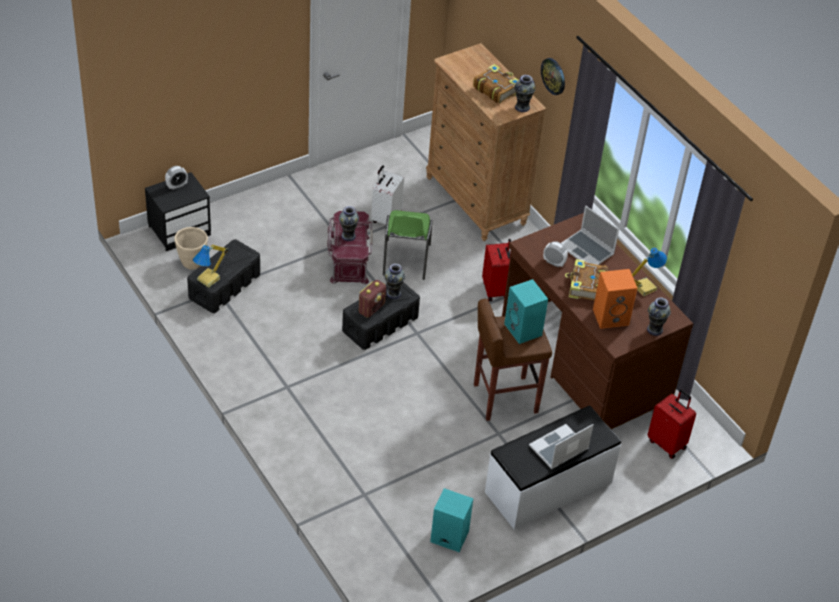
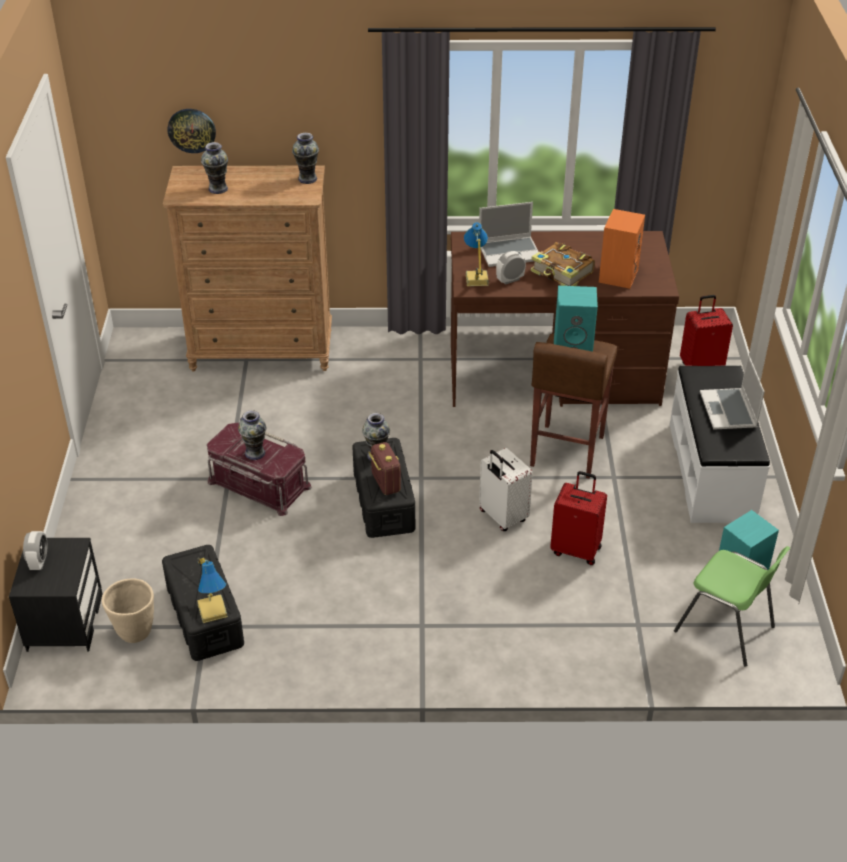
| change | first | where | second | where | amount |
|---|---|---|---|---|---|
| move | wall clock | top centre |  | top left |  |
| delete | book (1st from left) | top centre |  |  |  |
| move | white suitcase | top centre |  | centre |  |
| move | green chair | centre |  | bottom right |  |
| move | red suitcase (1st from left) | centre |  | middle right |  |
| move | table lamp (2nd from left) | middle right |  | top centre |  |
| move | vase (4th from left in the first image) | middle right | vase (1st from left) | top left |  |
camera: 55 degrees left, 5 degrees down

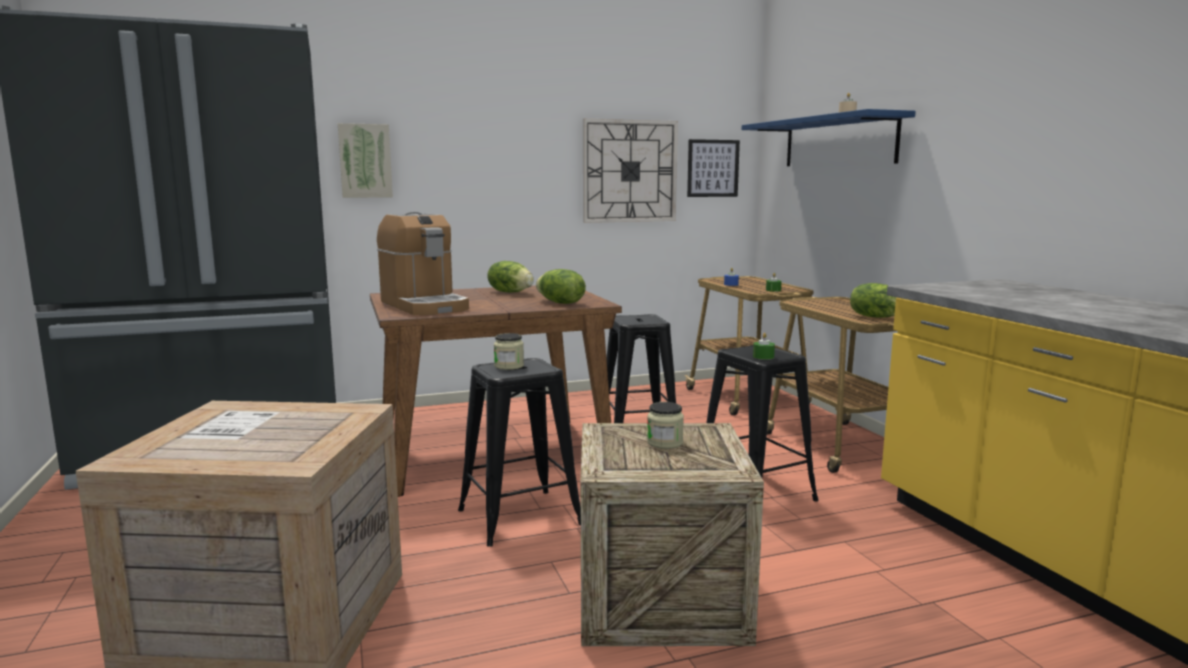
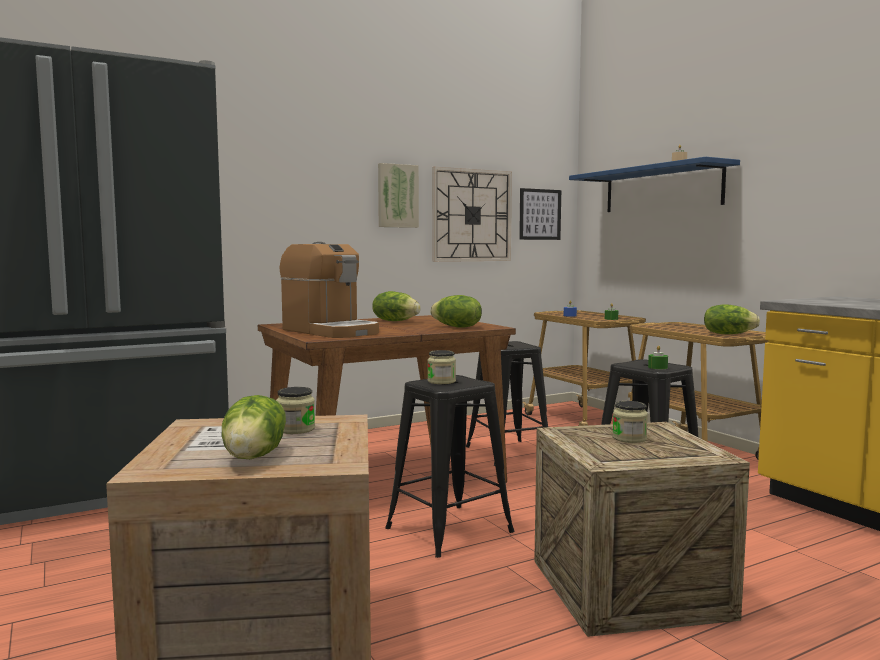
| change | first | where | second | where | amount |
|---|---|---|---|---|---|
| move | picture (1st from left) | top left |  | top centre |  |
| insert |  |  | jar (1st from left) | centre |  |
| insert |  |  | lettuce (1st from left) | middle left |  |
camera: 10 degrees left, 5 degrees down

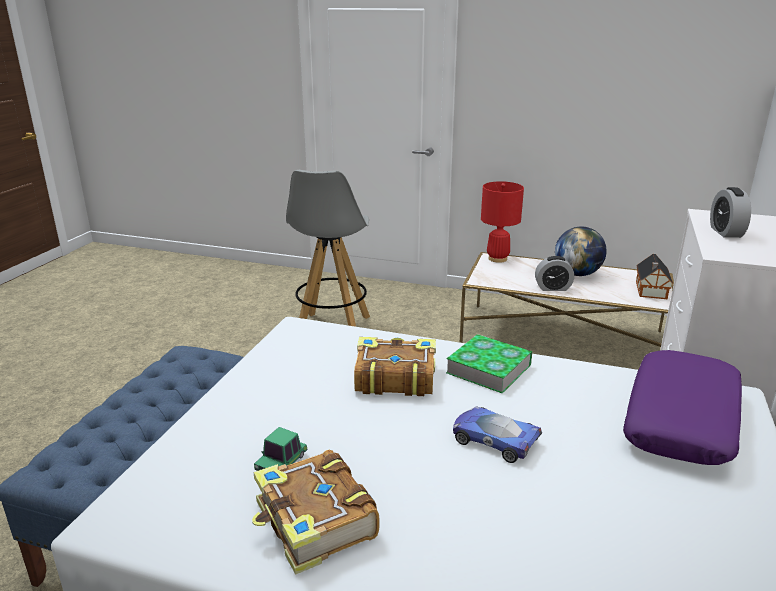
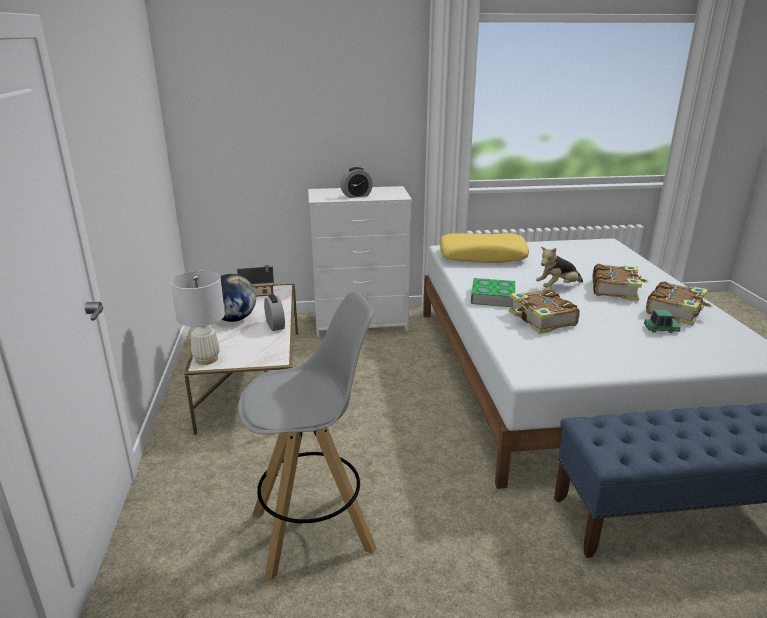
| change | first | where | second | where | amount |
|---|---|---|---|---|---|
| recolor | red table lamp | centre | white table lamp | middle left |  |
| recolor | purple pillow | bottom right | yellow pillow | centre |  |
| replace | toy car (2nd from left) | bottom centre | plush toy | middle right |  |
| insert |  |  | book (3rd from left) | middle right |  |
camera: 115 degrees left, 0 degrees up

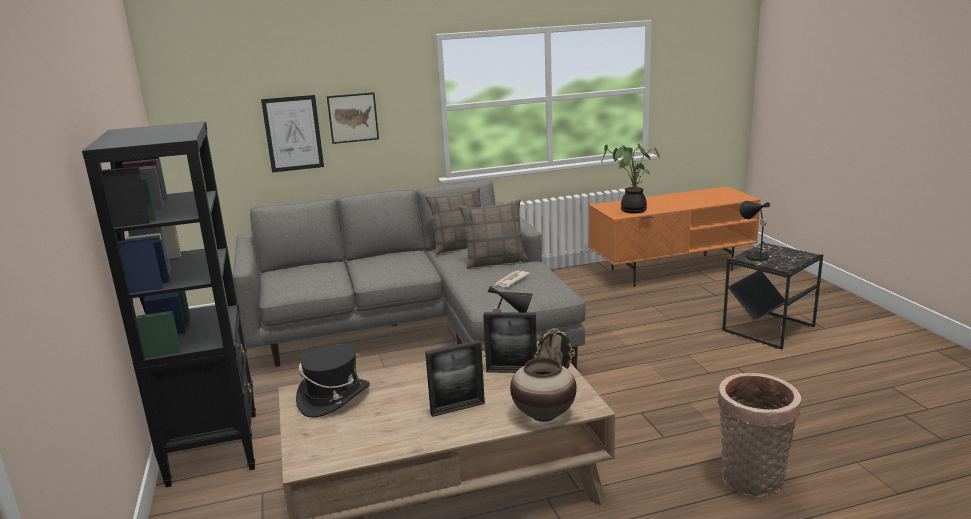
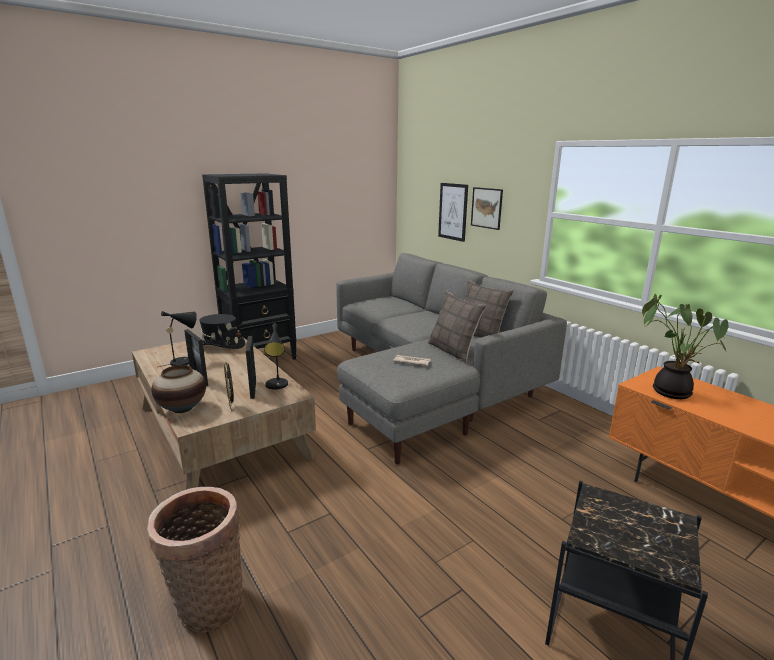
| change | first | where | second | where | amount |
|---|---|---|---|---|---|
| move | black table lamp (2nd from left in the first image) | middle right | black table lamp (1st from left) | middle left |  |
camera: 70 degrees right, 0 degrees up

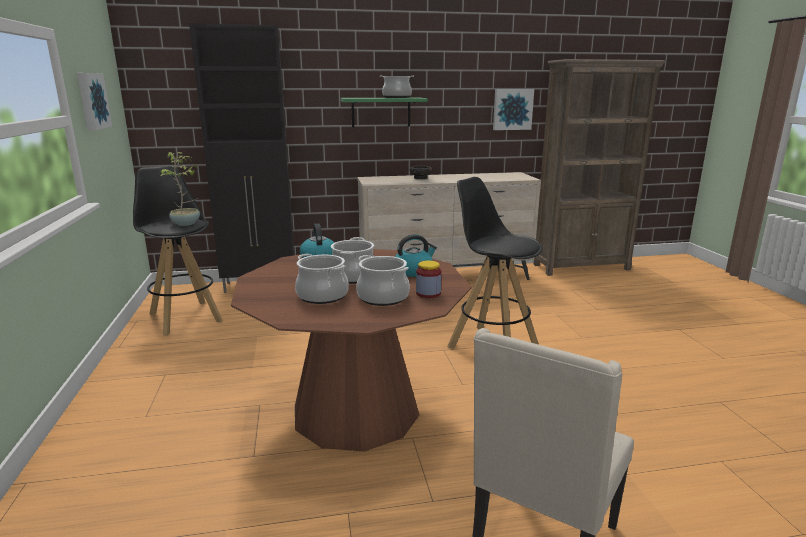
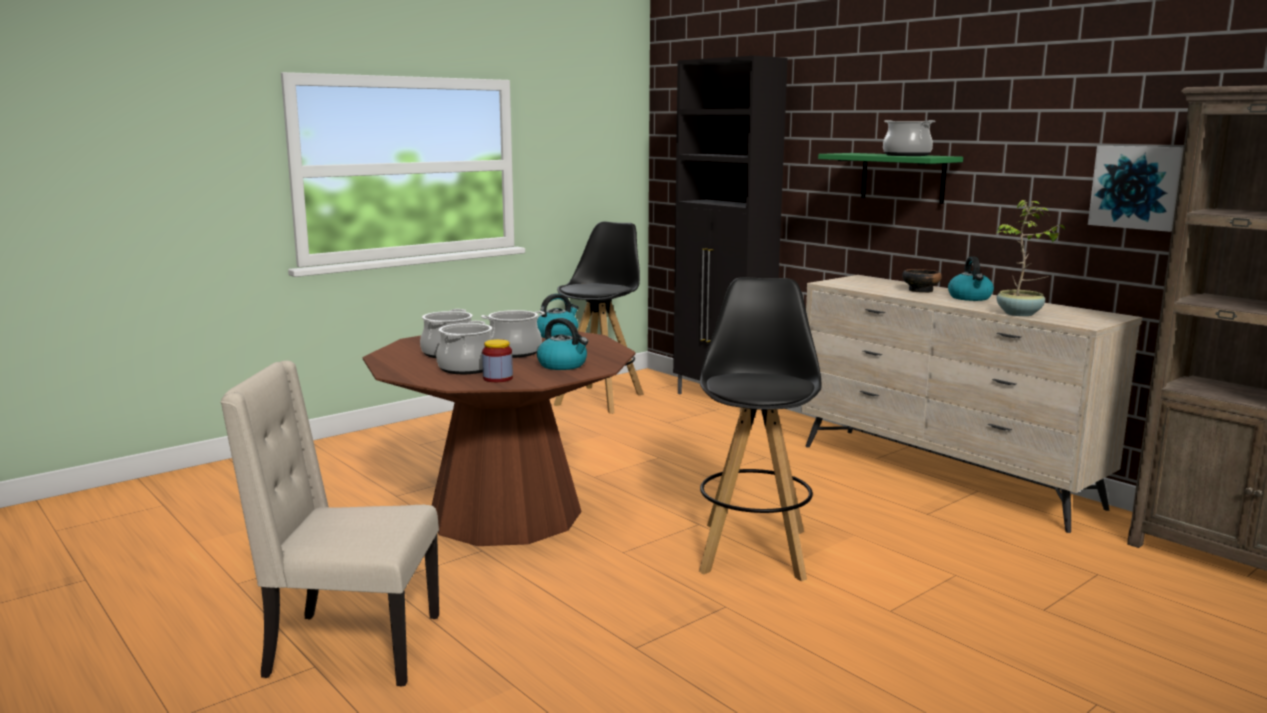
| change | first | where | second | where | amount |
|---|---|---|---|---|---|
| delete | picture (1st from left) | top left |  |  |  |
| move | potted plant | middle left |  | middle right |  |
| insert |  |  | kettle (3rd from left) | middle right |  |
camera: 60 degrees right, 5 degrees down

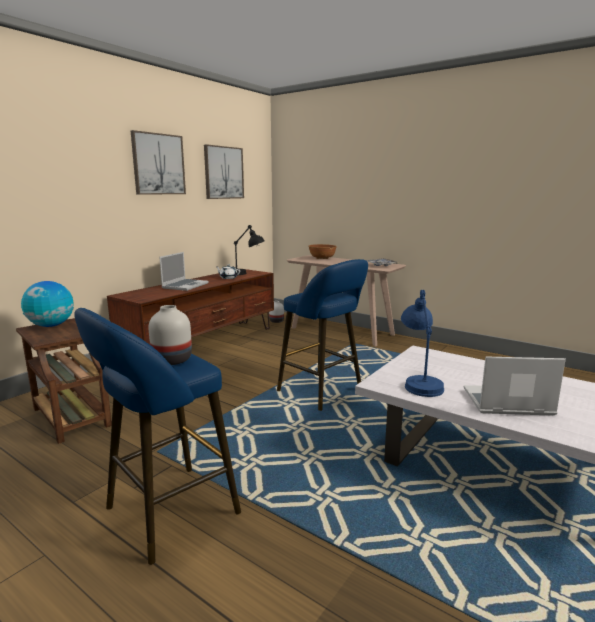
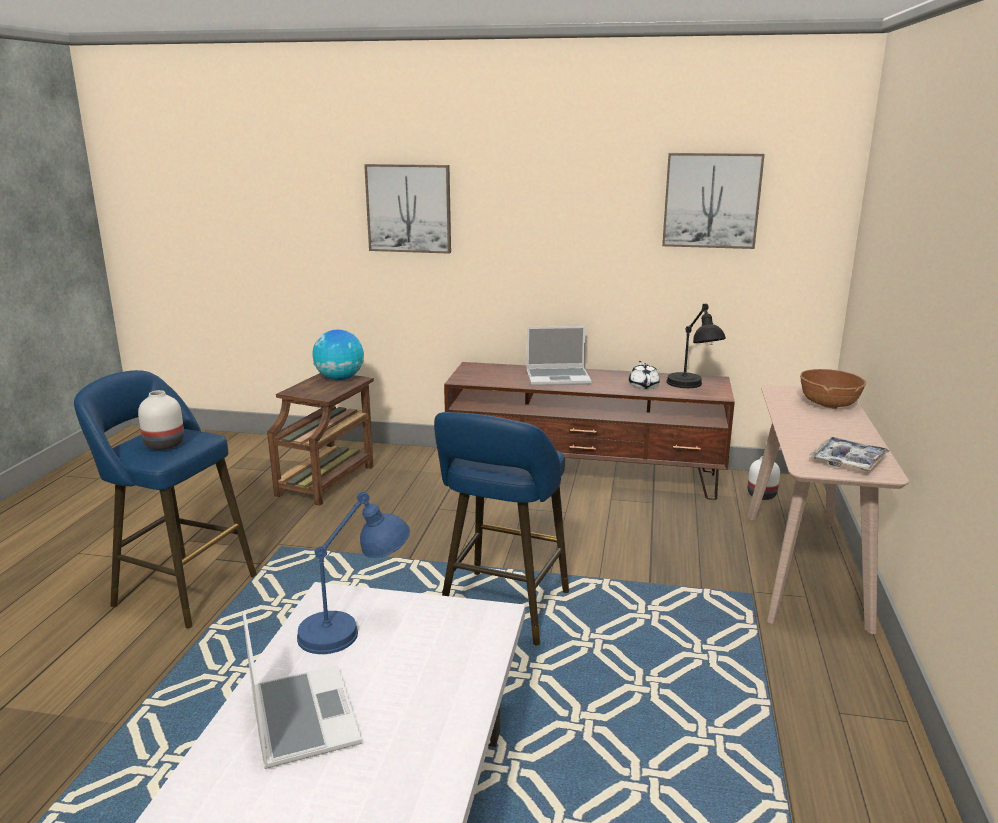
| change | first | where | second | where | amount |
|---|---|---|---|---|---|
| move | picture (1st from left) | top left |  | top centre |  |
camera: 65 degrees right, 5 degrees up

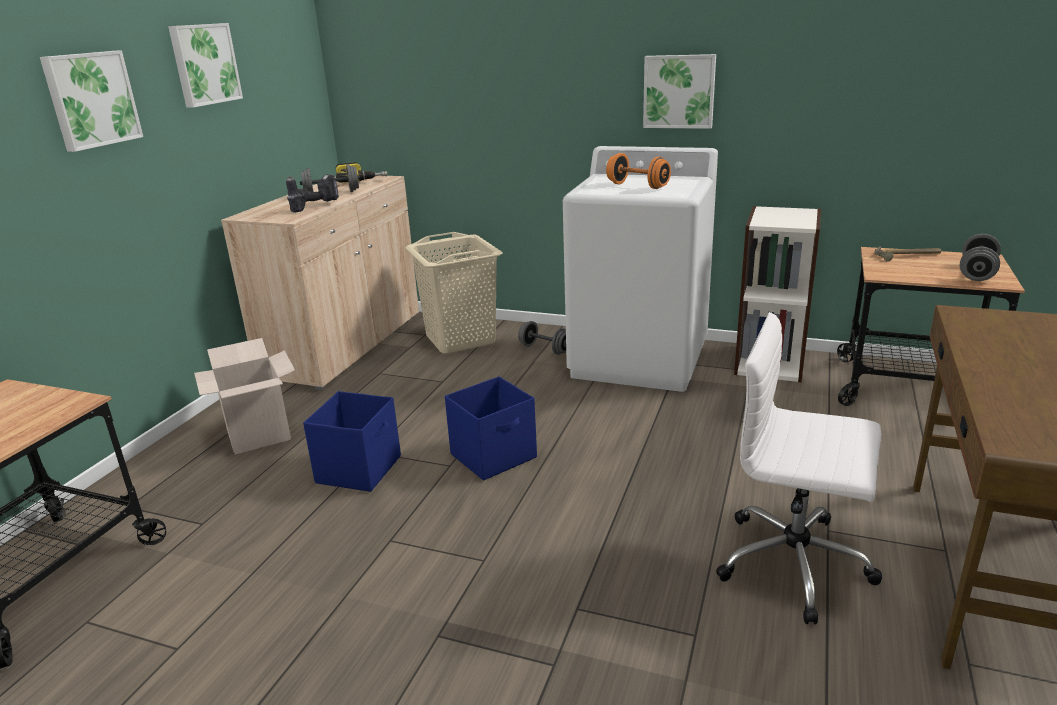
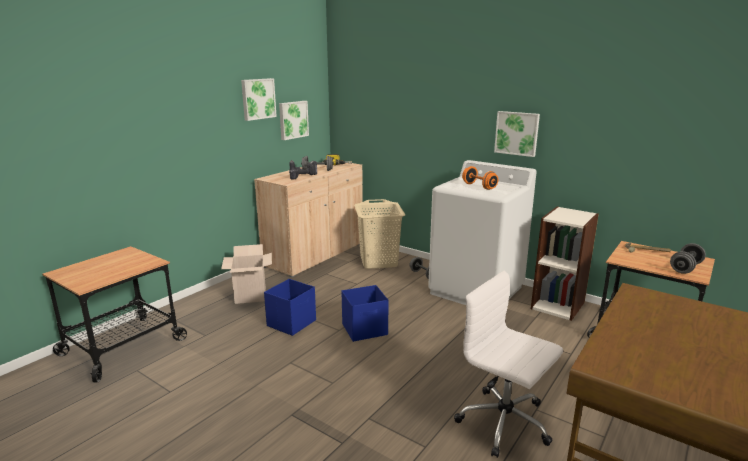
| change | first | where | second | where | amount |
|---|---|---|---|---|---|
| move | picture (1st from left in the first image) | top left | picture (2nd from left) | top centre |  |
camera: 15 degrees right, 5 degrees down

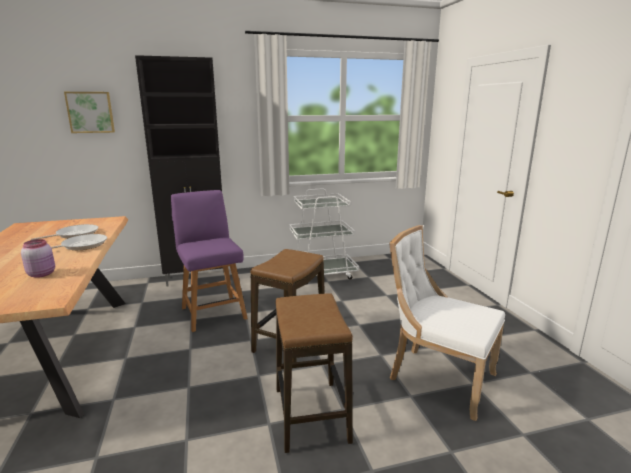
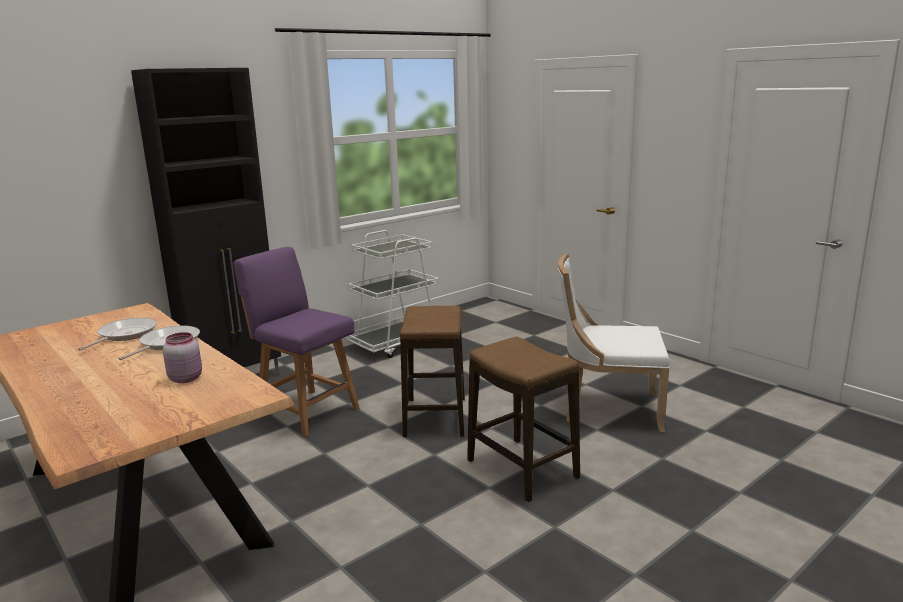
| change | first | where | second | where | amount |
|---|---|---|---|---|---|
| delete | picture | top left |  |  |  |
camera: 25 degrees left, 0 degrees up

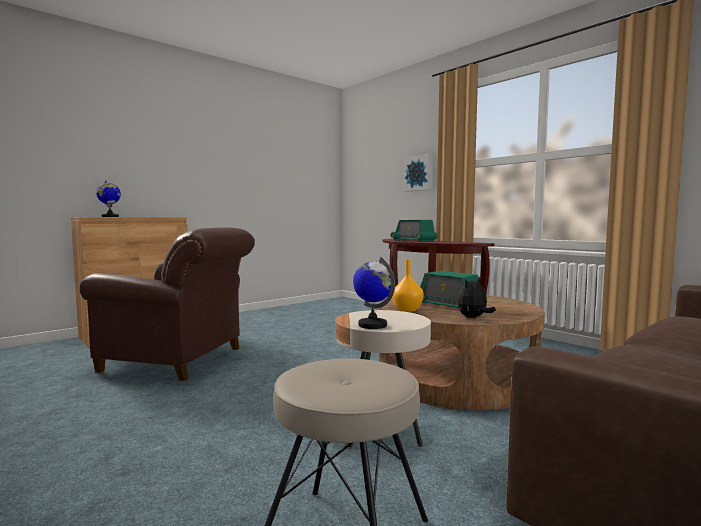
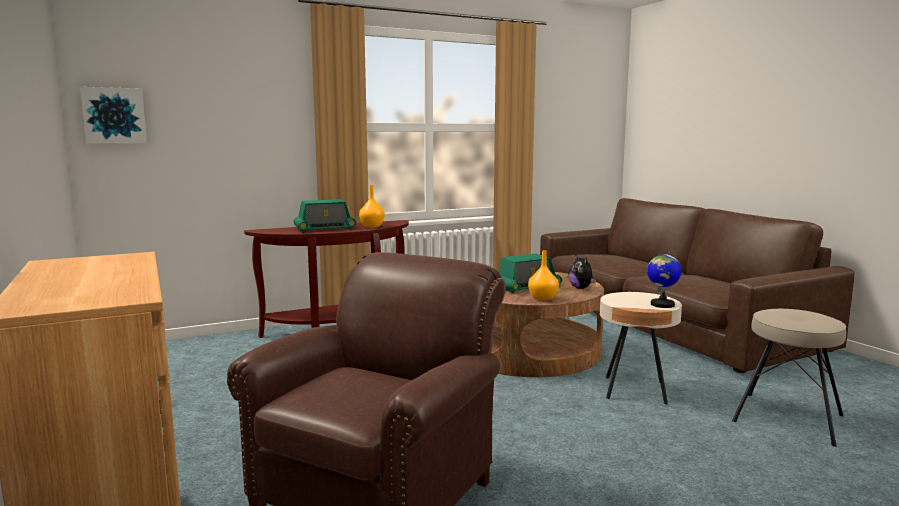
| change | first | where | second | where | amount |
|---|---|---|---|---|---|
| move | picture | top centre |  | top left |  |
| delete | globe (1st from left) | middle left |  |  |  |
| insert |  |  | orange vase (1st from left) | centre |  |
camera: 75 degrees left, 5 degrees up

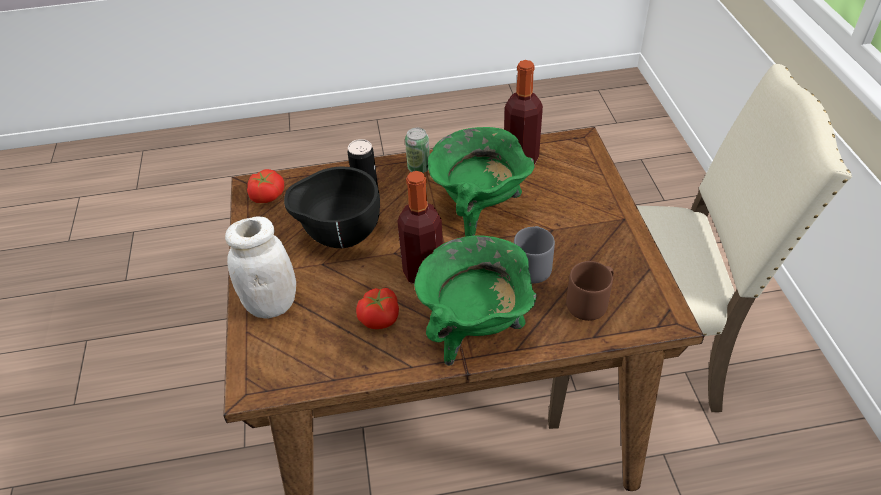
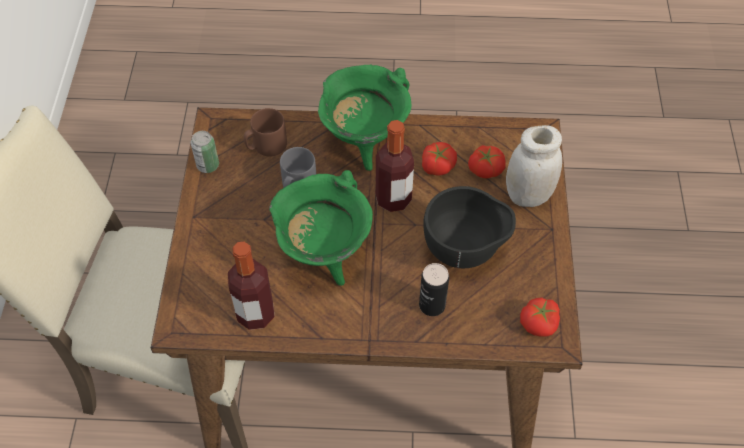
| change | first | where | second | where | amount |
|---|---|---|---|---|---|
| move | can (2nd from left in the first image) | top centre | can (1st from left) | middle left |  |
| insert |  |  | tomato (2nd from left) | centre |  |
camera: 170 degrees left, 10 degrees up

